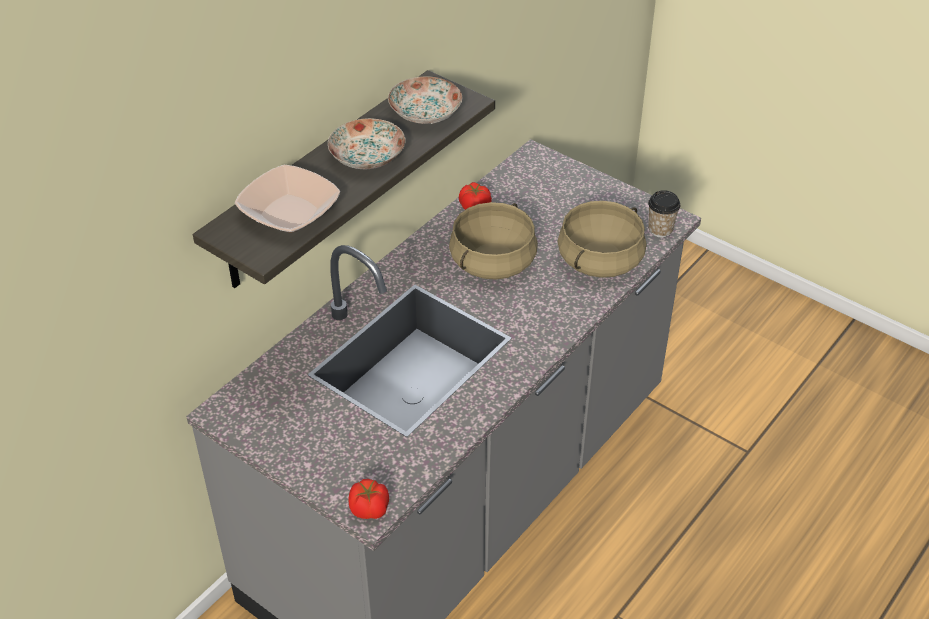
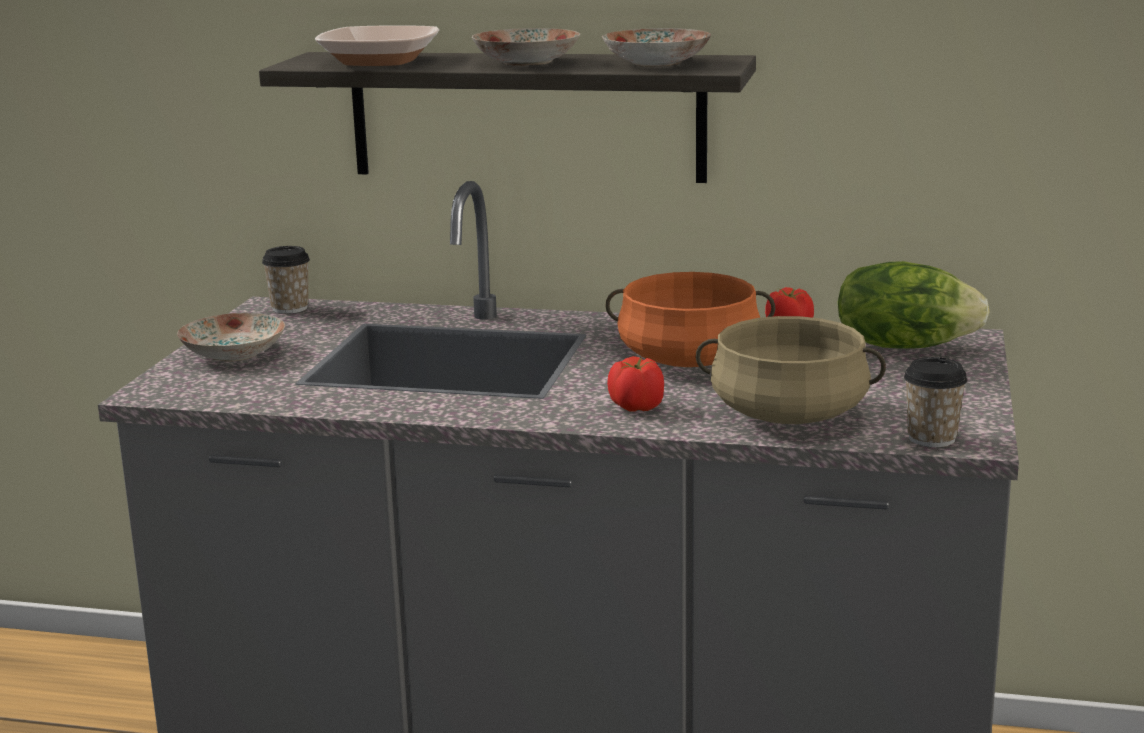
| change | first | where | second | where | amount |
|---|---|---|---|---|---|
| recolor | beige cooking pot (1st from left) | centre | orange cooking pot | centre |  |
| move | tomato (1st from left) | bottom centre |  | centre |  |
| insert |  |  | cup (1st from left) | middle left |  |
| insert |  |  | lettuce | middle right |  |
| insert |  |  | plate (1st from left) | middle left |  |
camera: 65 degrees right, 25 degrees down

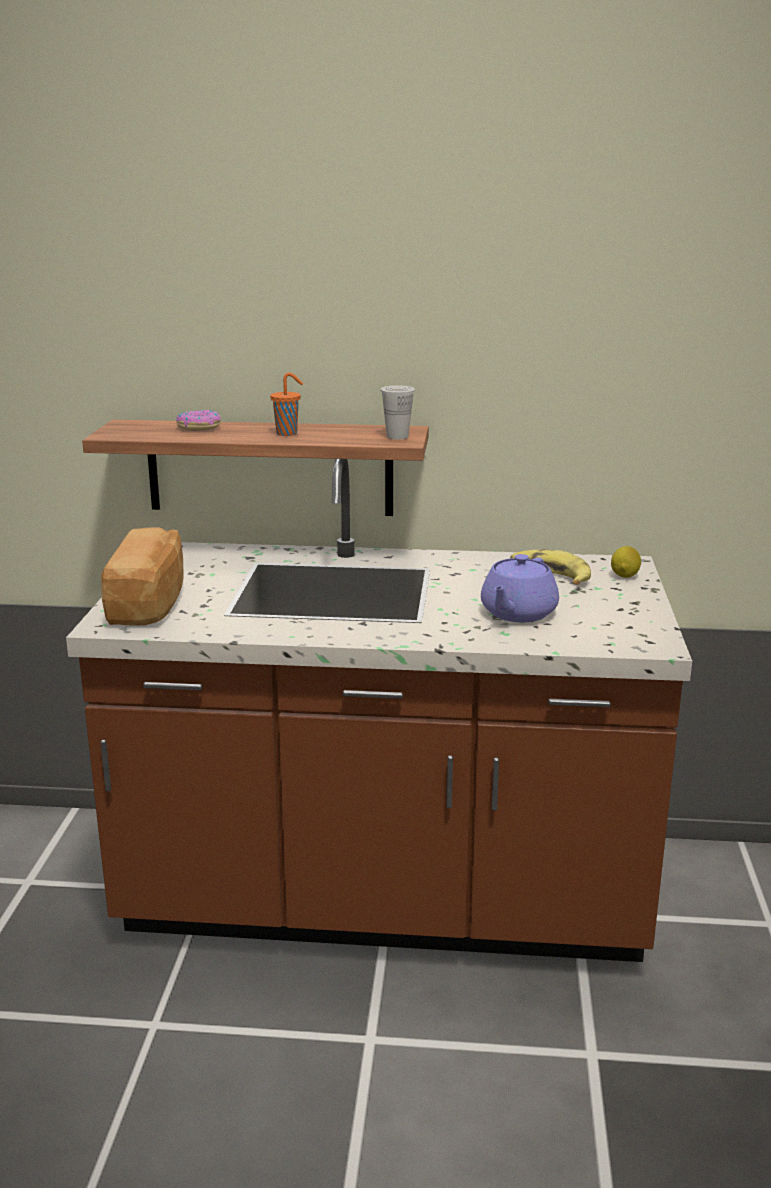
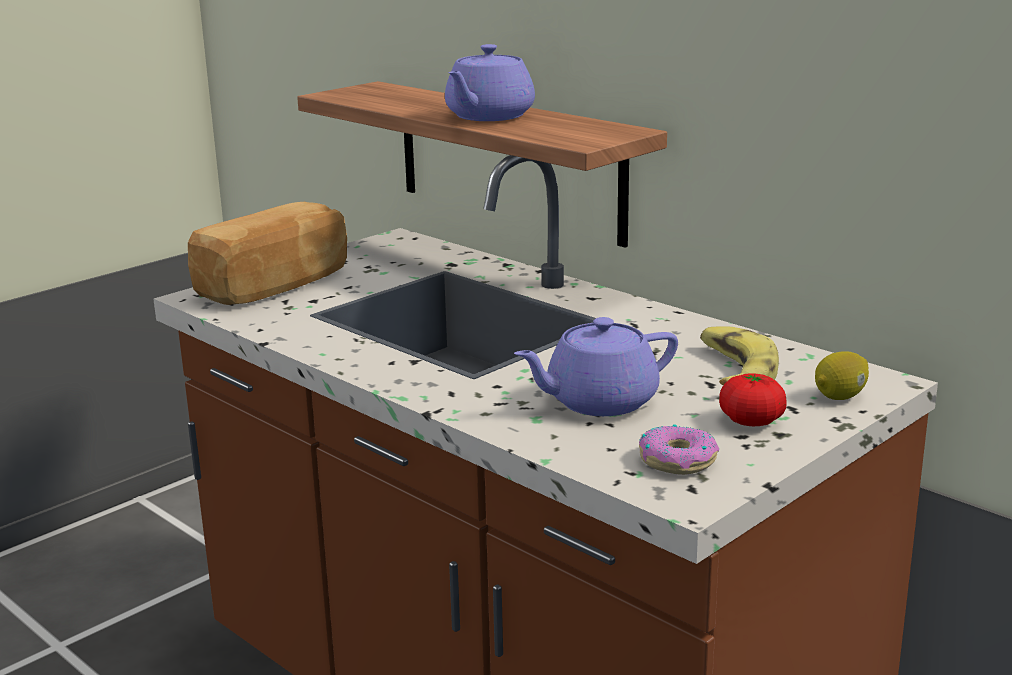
| change | first | where | second | where | amount |
|---|---|---|---|---|---|
| replace | orange cup | centre | purple teapot (1st from left) | top centre |  |
| delete | white cup | centre |  |  |  |
| move | donut | middle left |  | middle right |  |
| insert |  |  | tomato | middle right |  |
camera: 40 degrees right, 0 degrees up

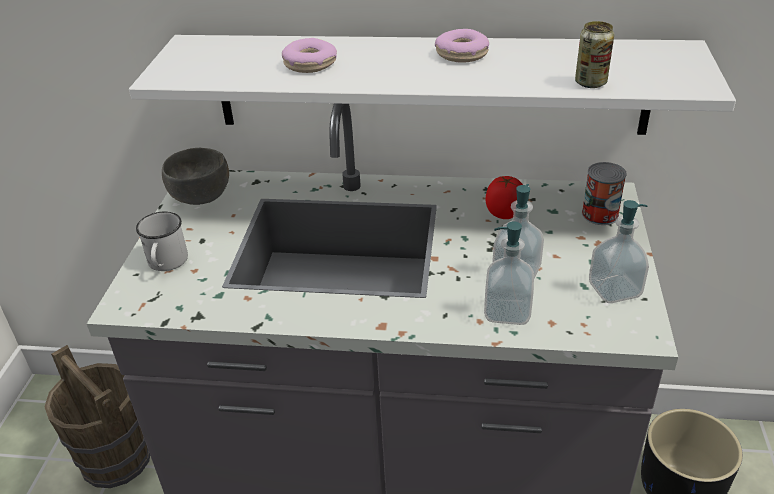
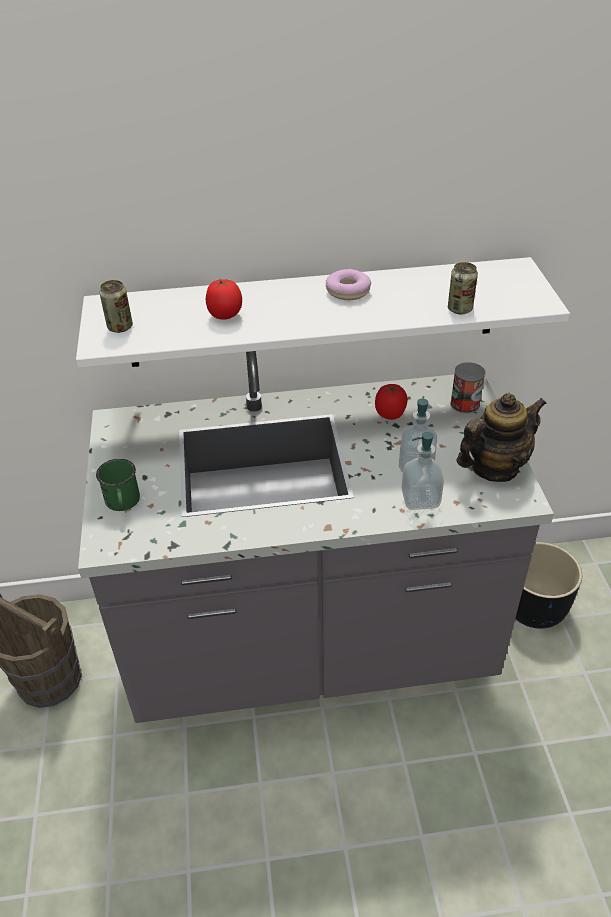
| change | first | where | second | where | amount |
|---|---|---|---|---|---|
| replace | donut (1st from left) | top centre | tomato (1st from left) | top centre |  |
| delete | grey bowl | middle left |  |  |  |
| replace | soap dispenser (3rd from left) | middle right | teapot | middle right |  |
| recolor | white mug | middle left | green mug | middle left |  |
| insert |  |  | can (1st from left) | middle left |  |
camera: 15 degrees left, 5 degrees up

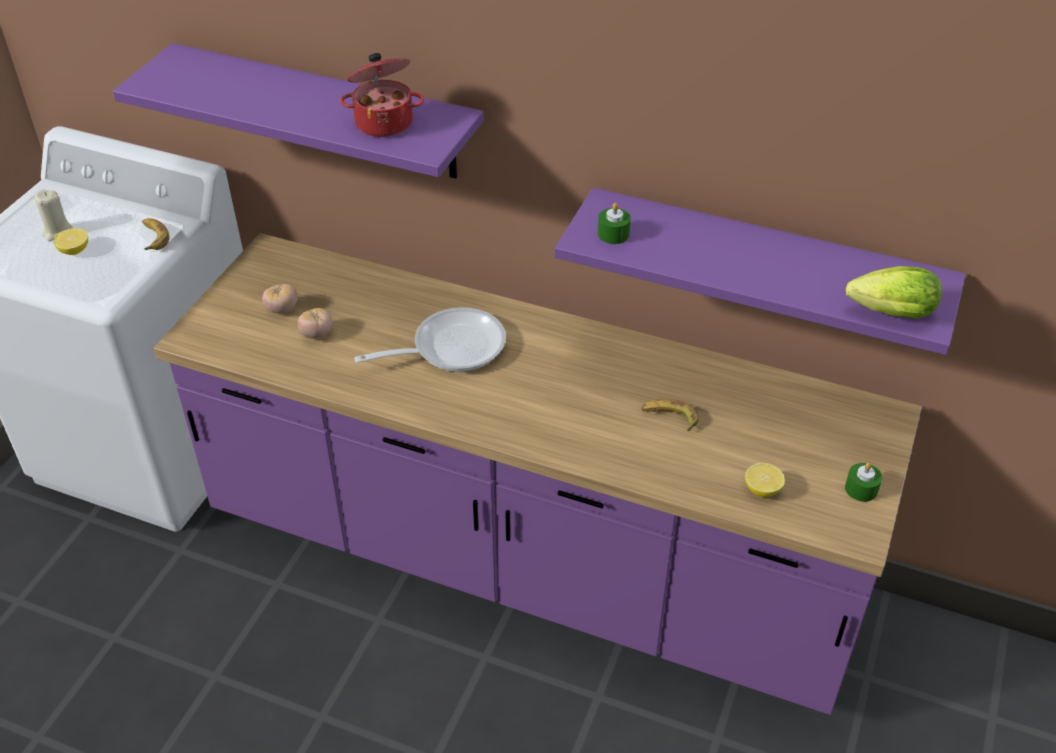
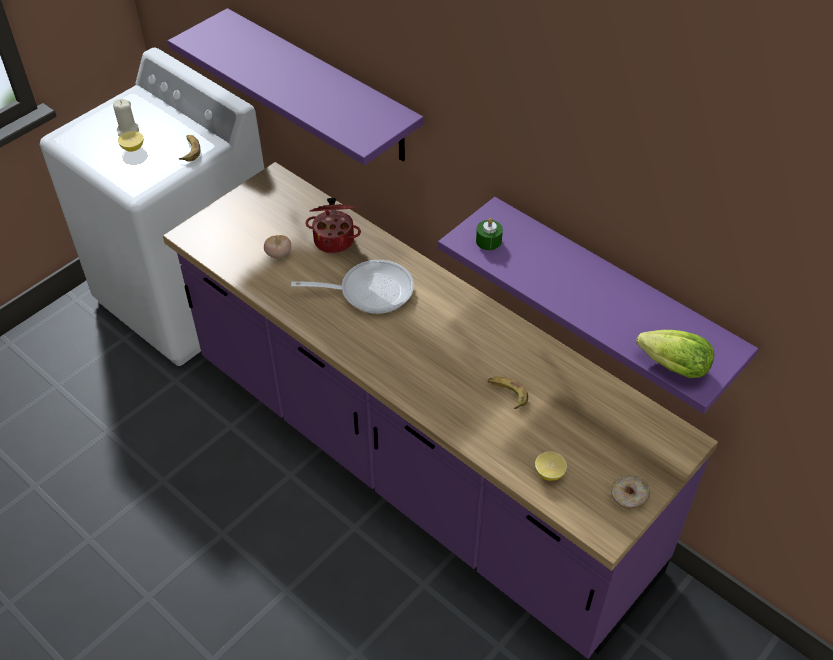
| change | first | where | second | where | amount |
|---|---|---|---|---|---|
| move | cooking pot | top centre |  | centre |  |
| delete | tomato (1st from left) | middle left |  |  |  |
| replace | green candle (2nd from left) | middle right | donut | bottom right |  |
camera: 20 degrees right, 5 degrees up

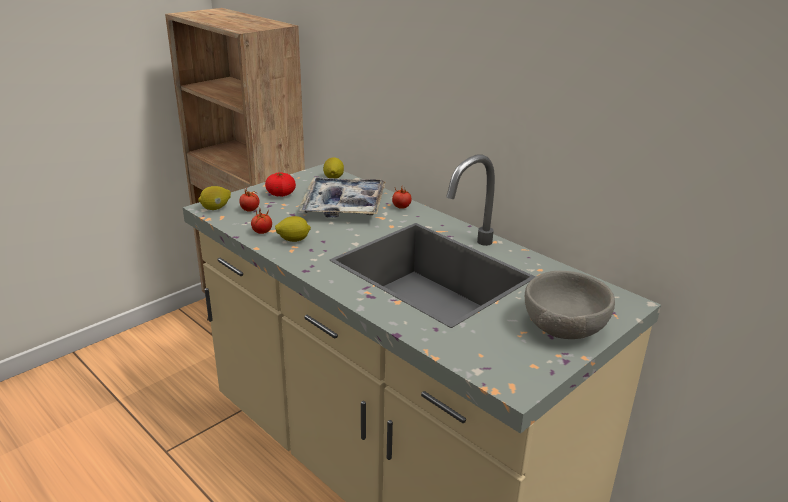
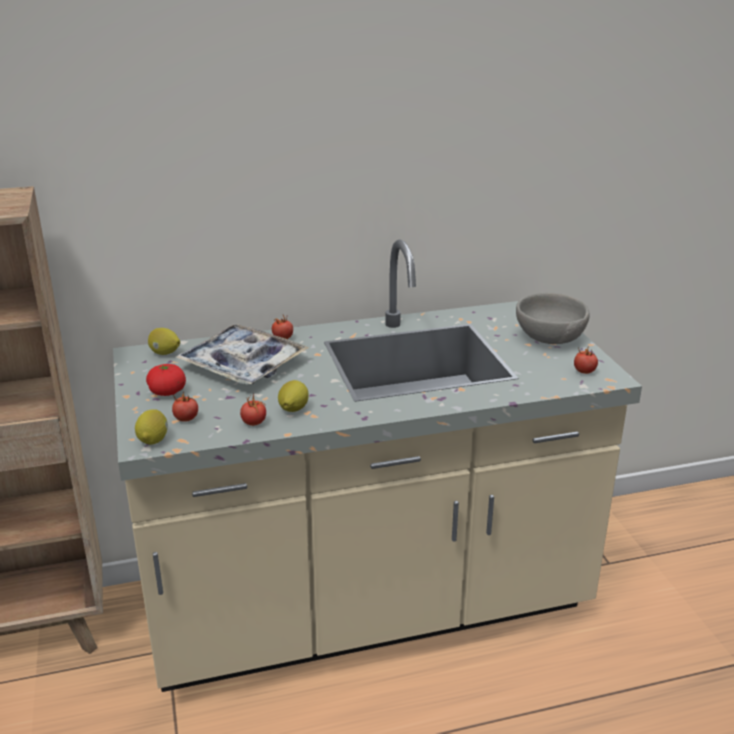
| change | first | where | second | where | amount |
|---|---|---|---|---|---|
| insert |  |  | tomato (5th from left) | middle right |  |
camera: 60 degrees left, 0 degrees up

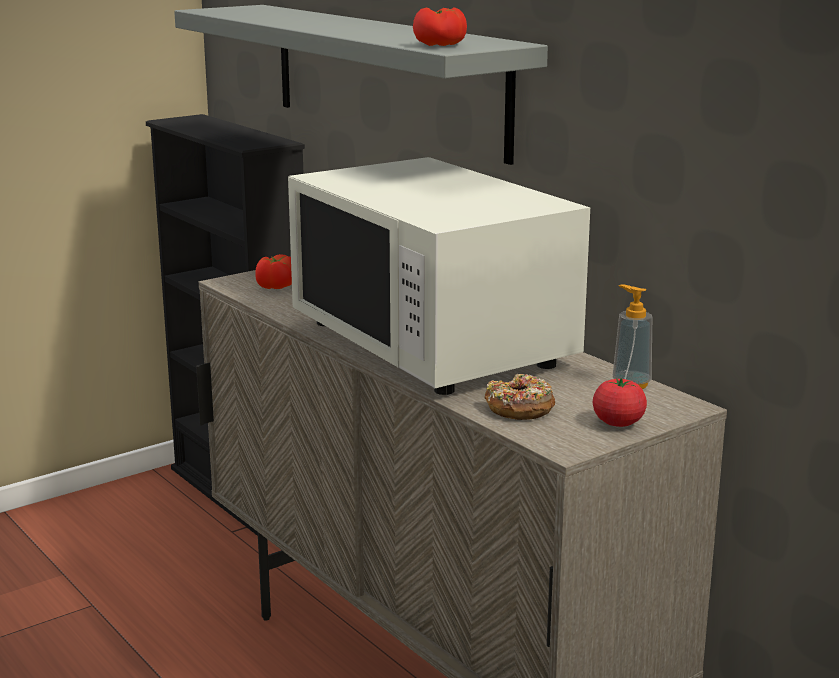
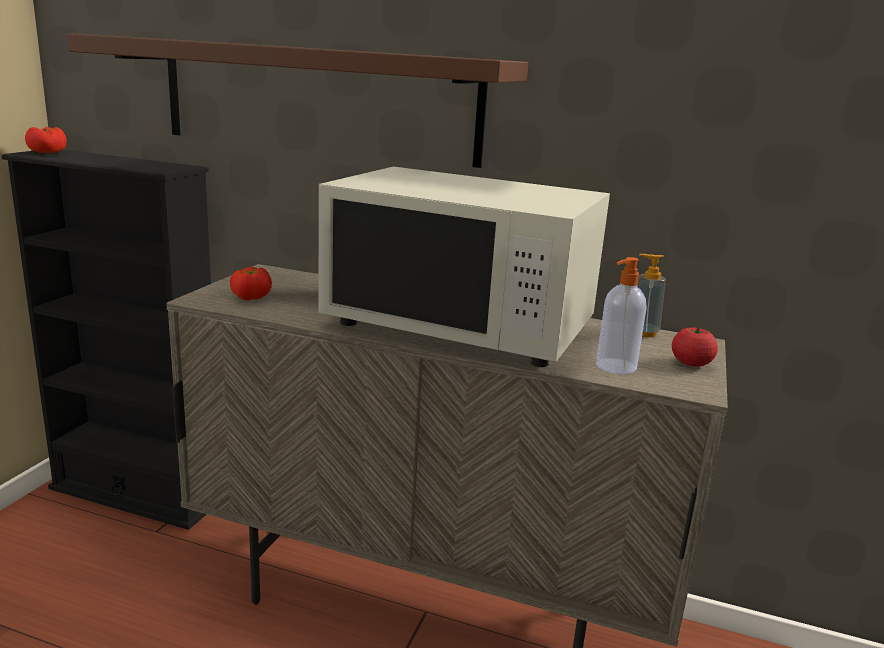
| change | first | where | second | where | amount |
|---|---|---|---|---|---|
| recolor | grey shelf | top centre | brown shelf | top centre |  |
| move | tomato (2nd from left in the first image) | top centre | tomato (1st from left) | top left |  |
| replace | donut | centre | soap dispenser (1st from left) | middle right |  |
camera: 35 degrees left, 0 degrees up

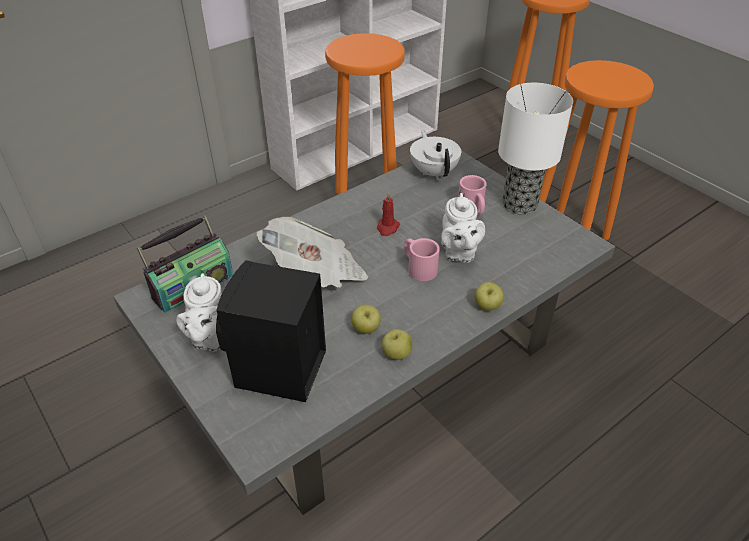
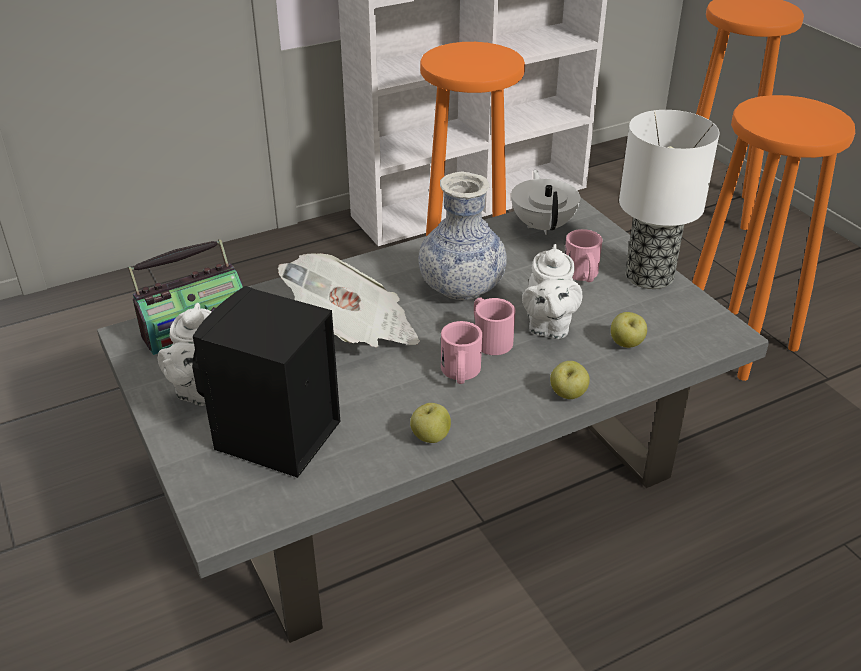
| change | first | where | second | where | amount |
|---|---|---|---|---|---|
| replace | red candle | centre | vase | centre |  |
| move | apple (1st from left in the first image) | centre | apple (3rd from left) | middle right |  |
| insert |  |  | pink mug (1st from left) | centre |  |
camera: 10 degrees right, 5 degrees down

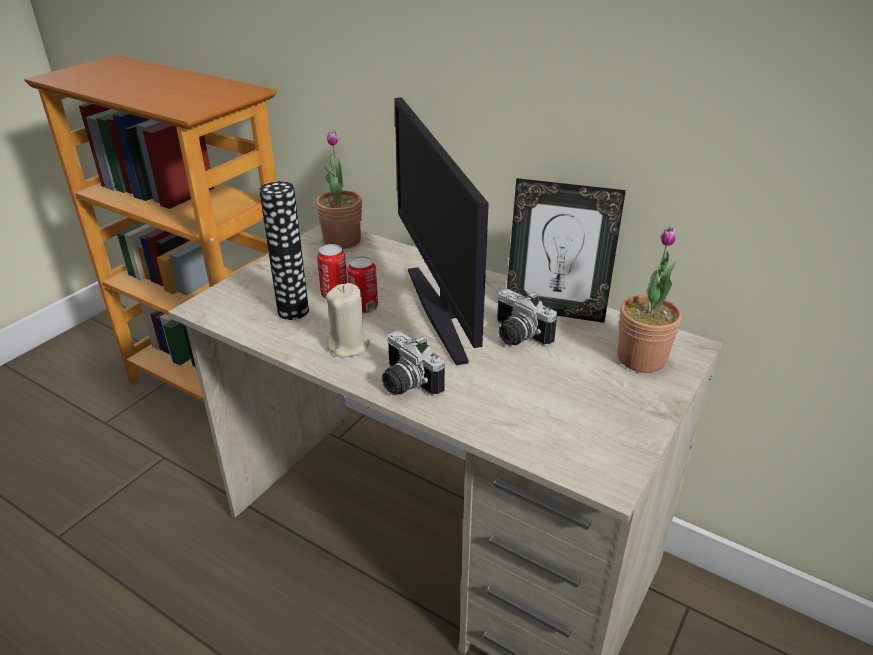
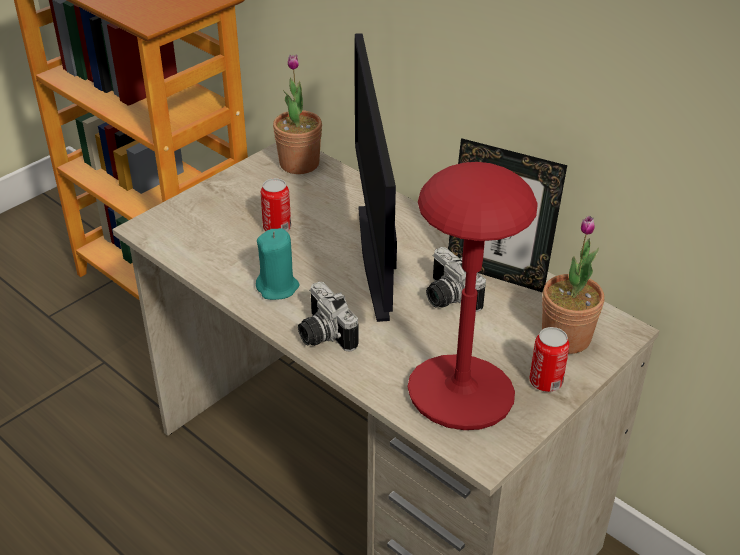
| change | first | where | second | where | amount |
|---|---|---|---|---|---|
| delete | vase | middle left |  |  |  |
| move | can (2nd from left) | centre |  | middle right |  |
| recolor | beige candle | centre | turquoise candle | centre |  |
| insert |  |  | red table lamp | centre |  |
camera: 10 degrees right, 5 degrees up

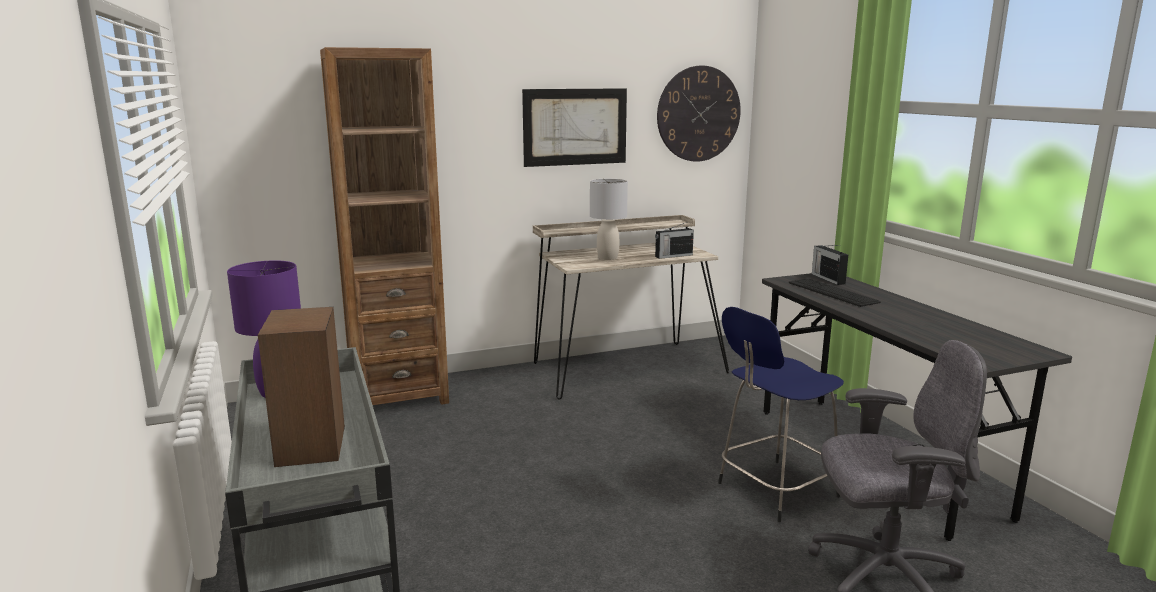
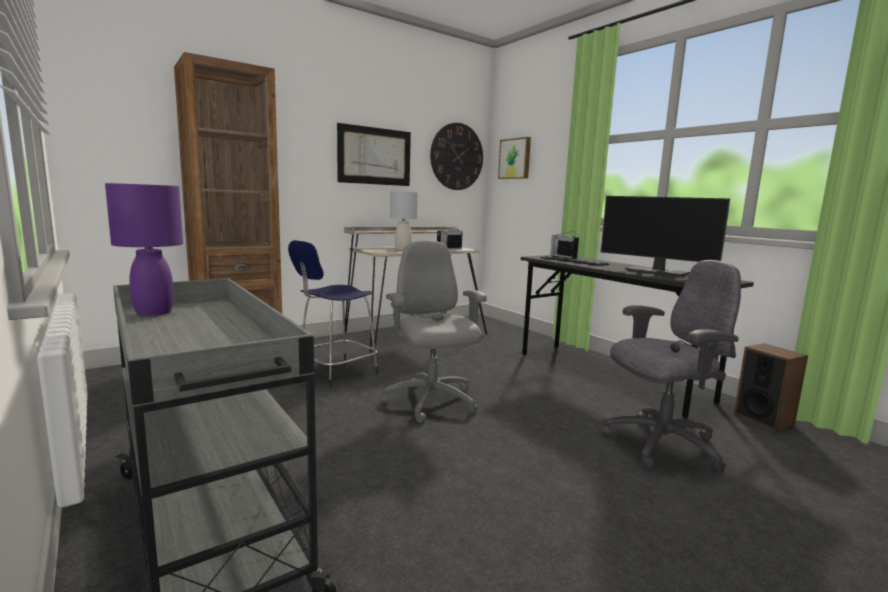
| change | first | where | second | where | amount |
|---|---|---|---|---|---|
| move | speaker | middle left |  | middle right |  |
| move | blue stool | bottom right |  | centre |  |
| insert |  |  | picture (2nd from left) | top centre |  |
| insert |  |  | monitor | middle right |  |
| insert |  |  | grey office chair (1st from left) | centre |  |
camera: 15 degrees left, 5 degrees down

